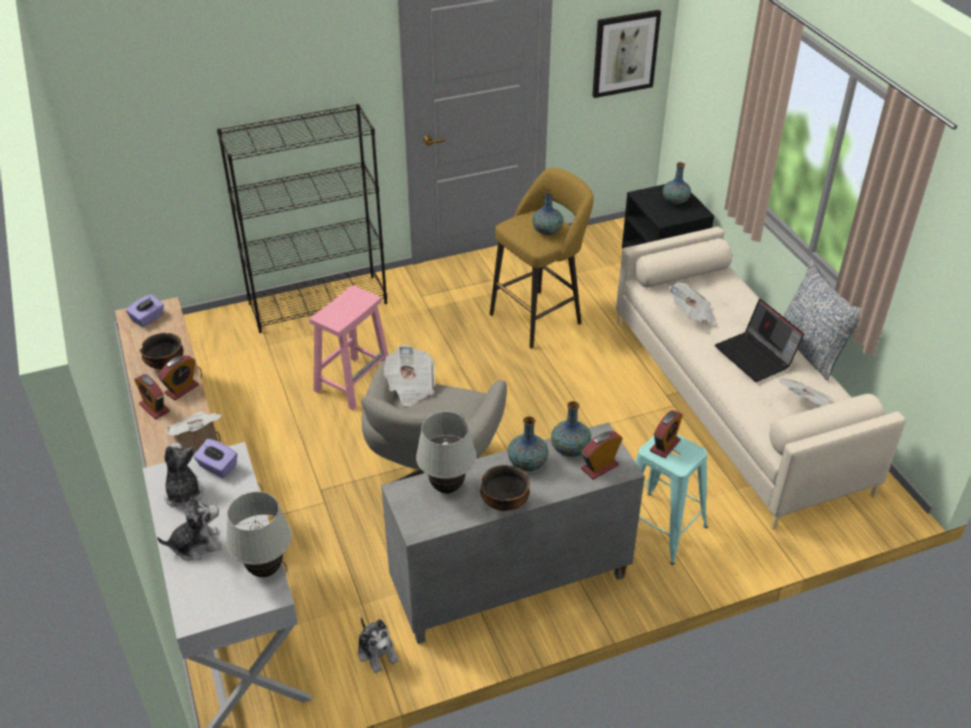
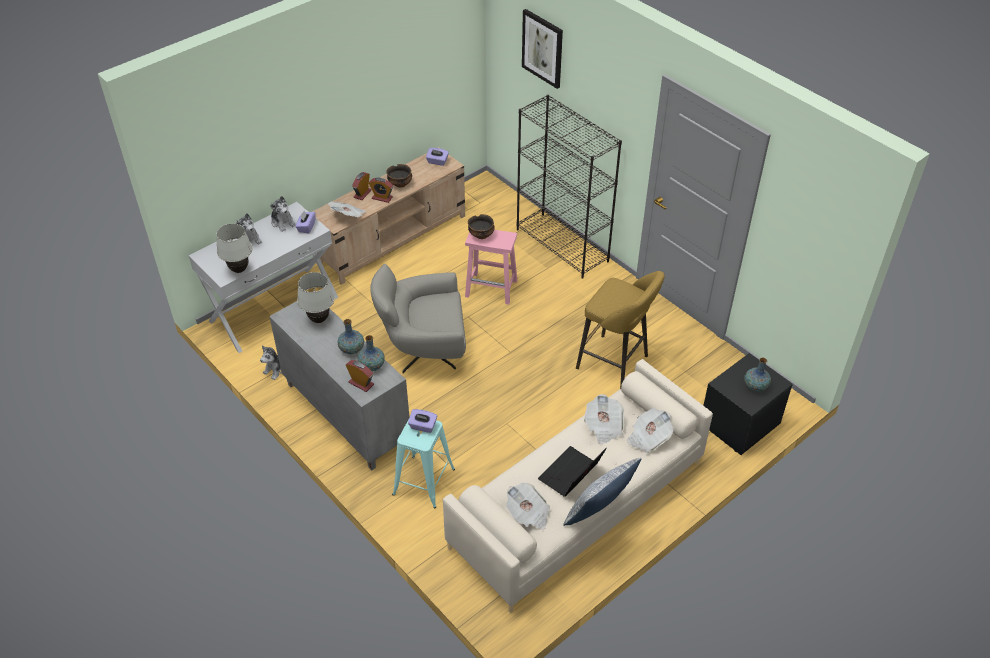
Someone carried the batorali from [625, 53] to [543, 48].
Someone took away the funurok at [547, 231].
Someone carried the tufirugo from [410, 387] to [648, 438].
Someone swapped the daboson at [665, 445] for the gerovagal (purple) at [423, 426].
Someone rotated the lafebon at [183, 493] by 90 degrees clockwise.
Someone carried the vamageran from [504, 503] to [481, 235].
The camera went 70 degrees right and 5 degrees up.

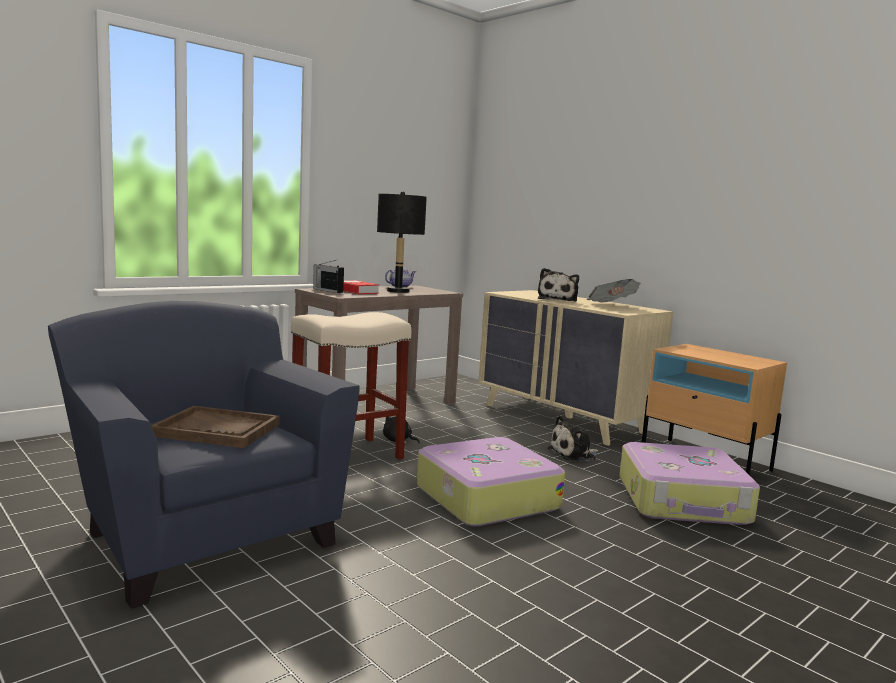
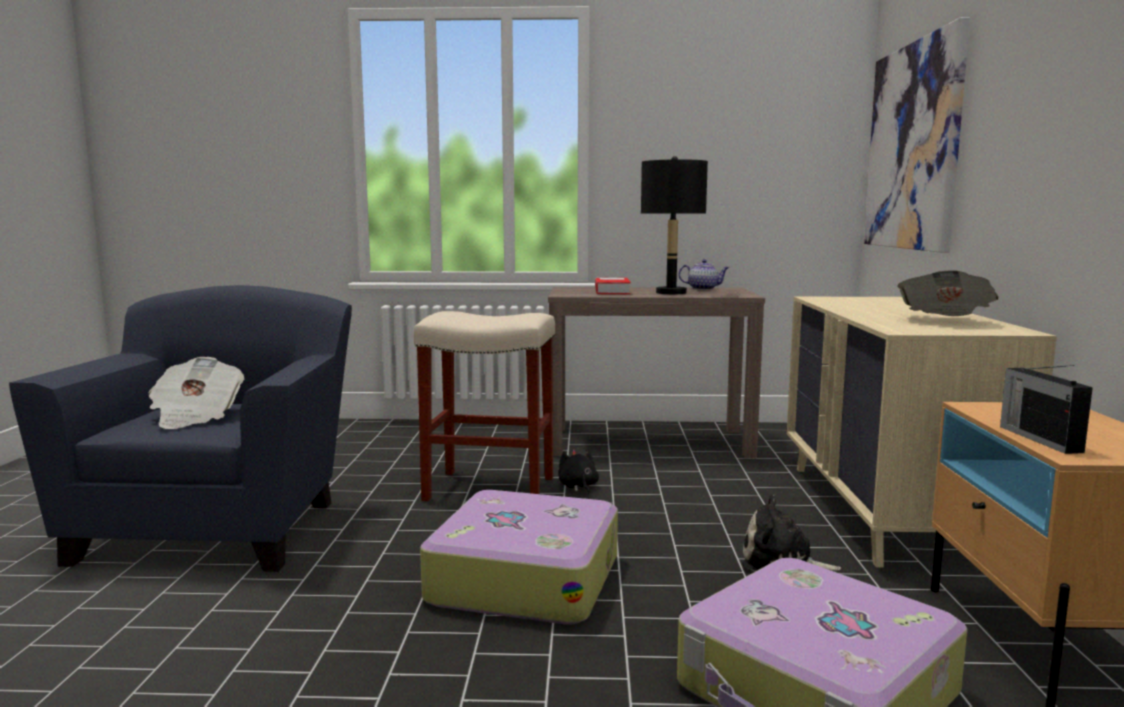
Someone carried the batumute from [327, 290] to [1038, 438].
Someone took away the lafebon at [558, 300].
Someone swapped the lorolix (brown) at [217, 430] for the tufirugo at [196, 416].
Someone put up the batorali at [913, 147].
The camera went 45 degrees right and 0 degrees up.

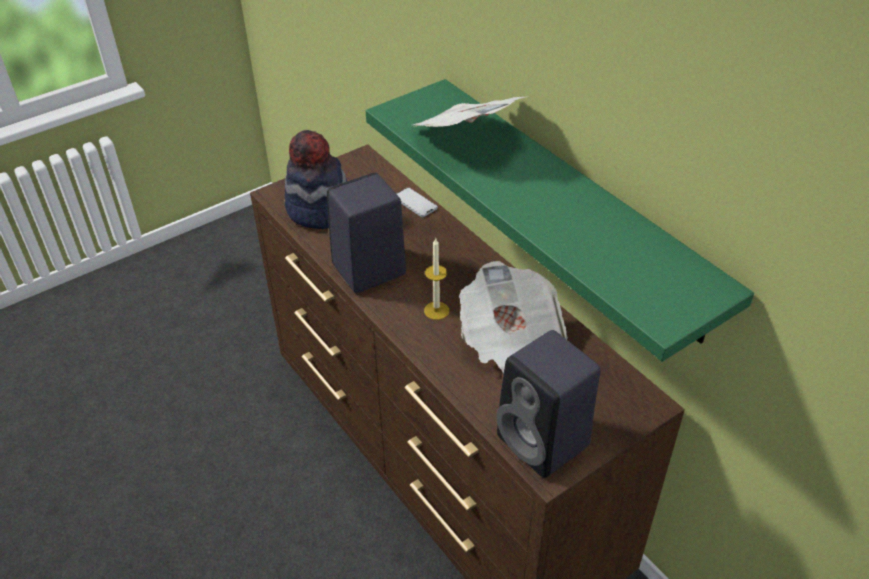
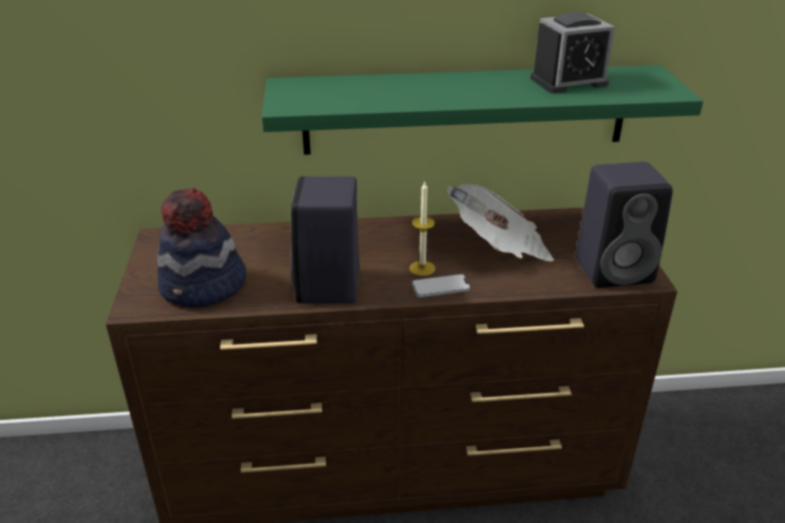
Someone took away the tufirugo at [467, 137].
Someone carried the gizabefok from [415, 203] to [440, 287].
Someone put down the daboson at [569, 81].
The camera went 60 degrees left and 10 degrees down.

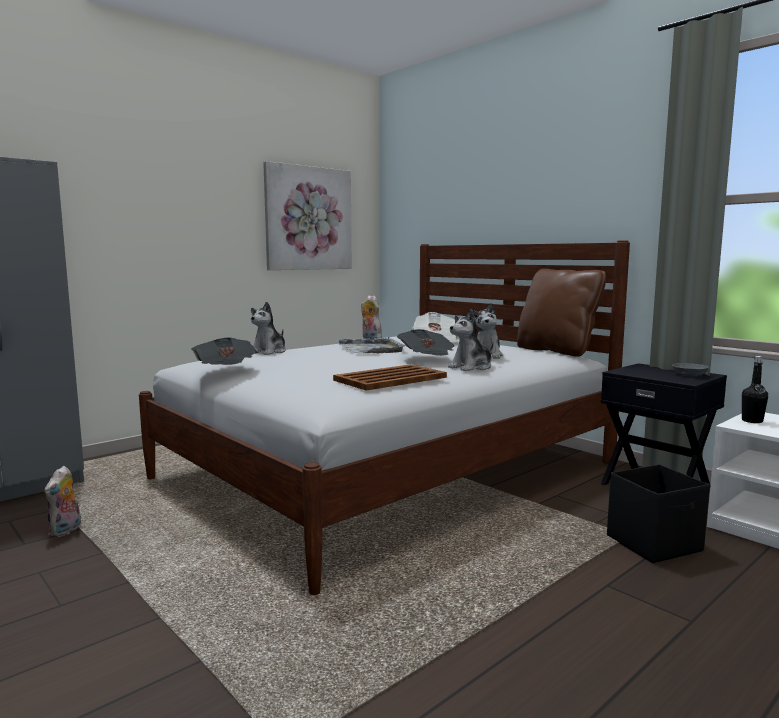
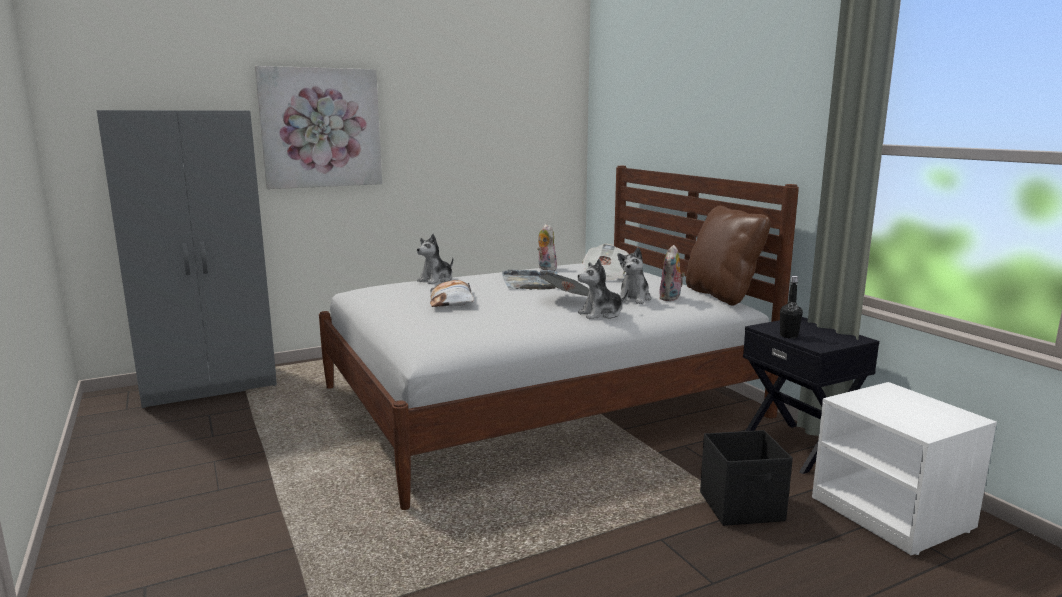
Someone carried the batorali from [308, 218] to [321, 128].
Someone took away the tufirugo at [226, 370].
Someone carried the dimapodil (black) from [752, 421] to [788, 336].
Someone took away the vamageran (grey) at [689, 374].
Someone took away the lorolix (brown) at [391, 379].
Someone carried the lafebon from [66, 531] to [671, 298].
Someone put down the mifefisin at [452, 301].
The camera went 15 degrees right and 5 degrees up.

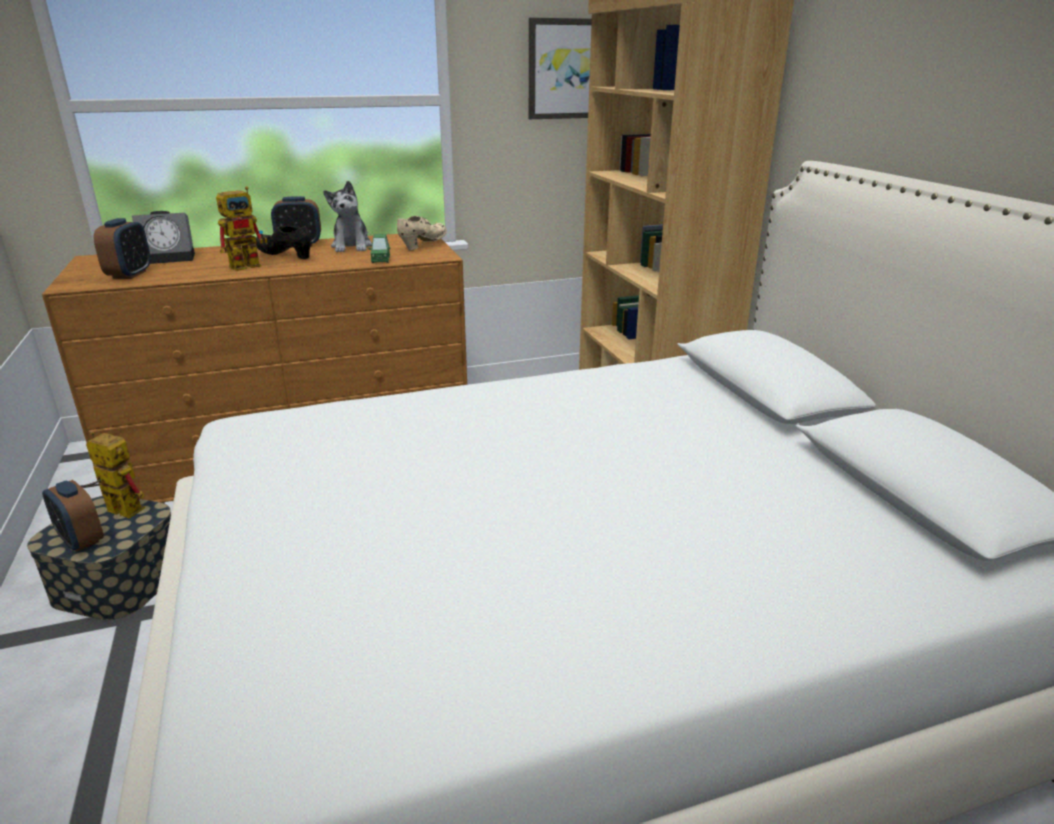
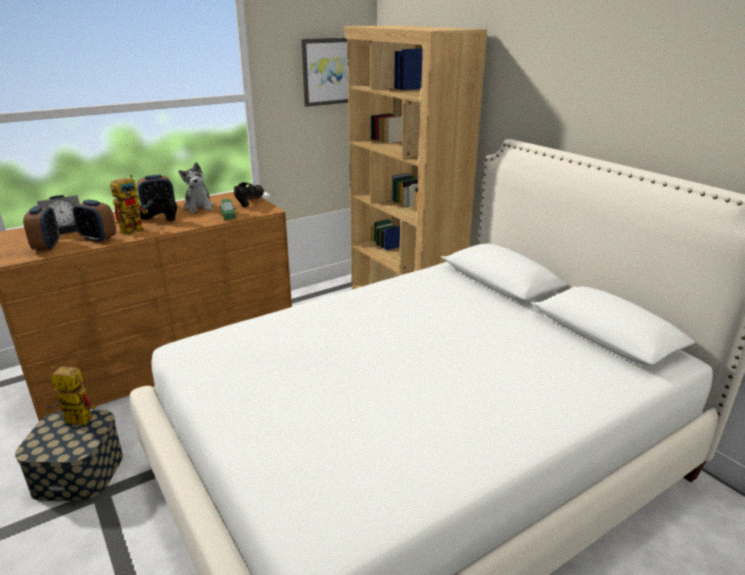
Someone repainted the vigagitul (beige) at [423, 245], which became the vigagitul (black) at [250, 202].
Someone carried the daboson from [81, 540] to [98, 238].
The camera went 15 degrees left and 0 degrees up.

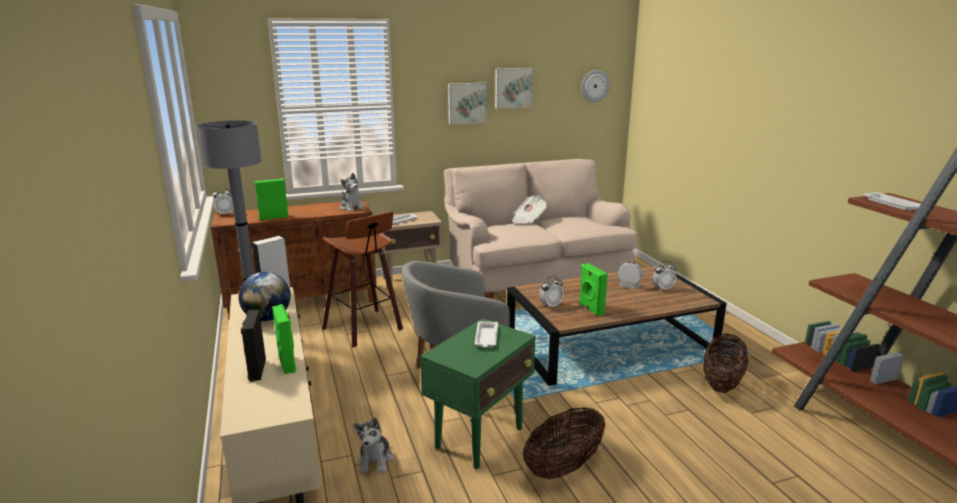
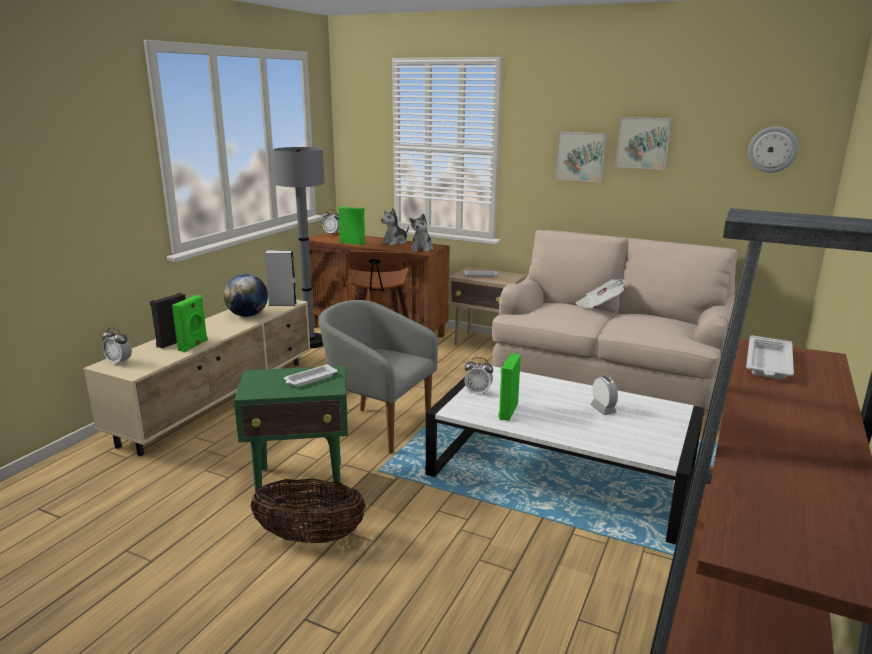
Someone carried the daboson from [662, 288] to [119, 362].
Someone repainted the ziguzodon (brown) at [610, 343], which became the ziguzodon (white) at [562, 472].
Someone took away the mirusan at [721, 383].
Someone carried the lafebon from [375, 460] to [395, 242].
The camera went 45 degrees right and 0 degrees up.

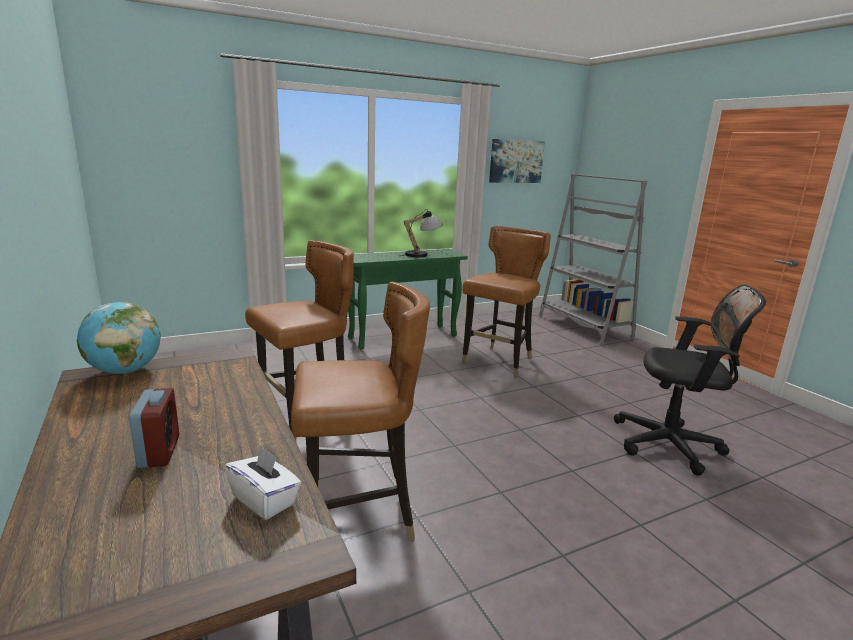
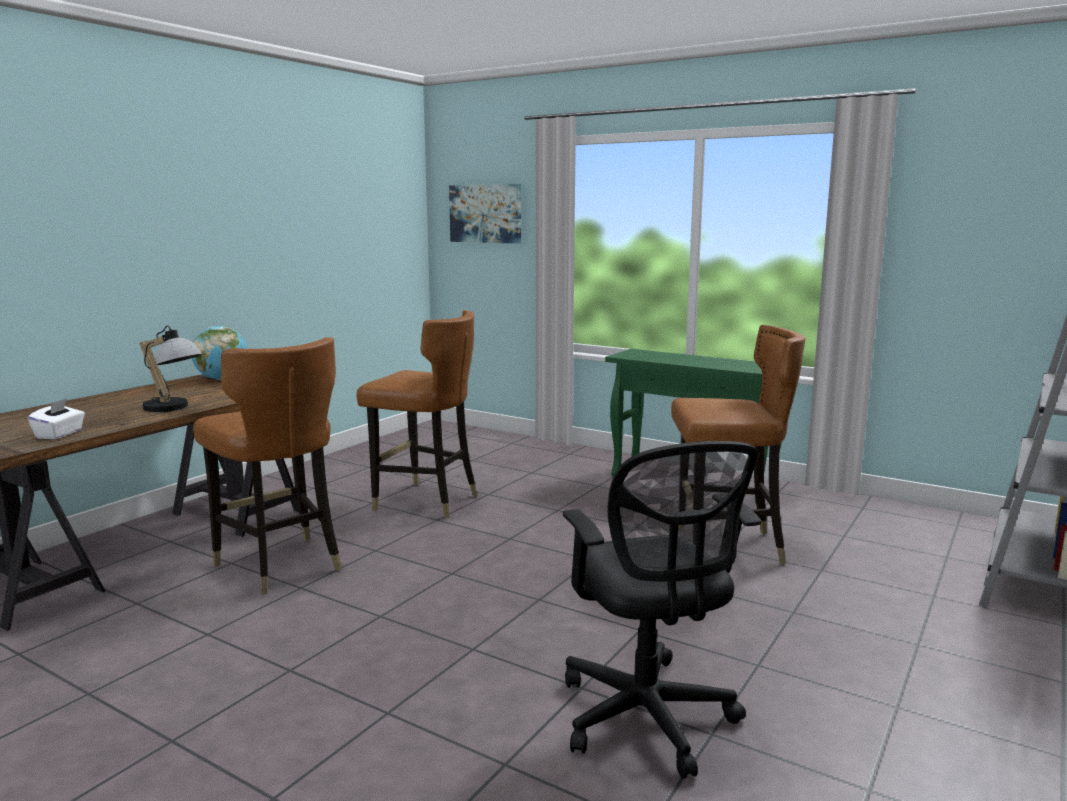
Someone carried the batorali from [516, 161] to [485, 213].
Someone carried the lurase from [422, 254] to [173, 408].
Someone took away the daboson at [159, 452].
The camera went 60 degrees right and 5 degrees down.

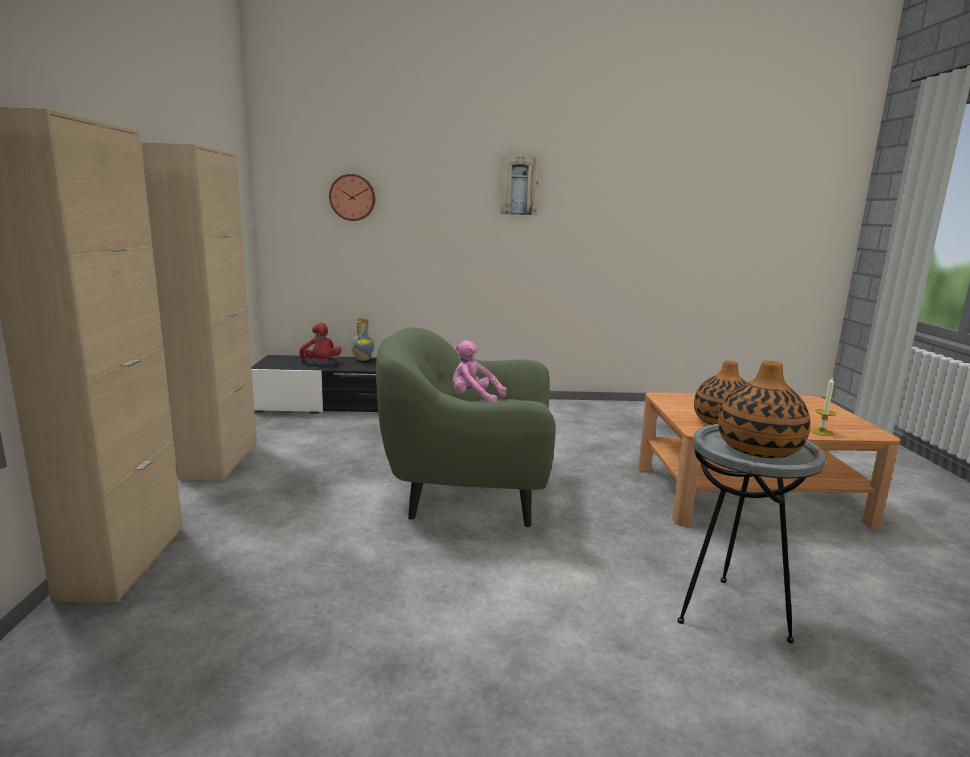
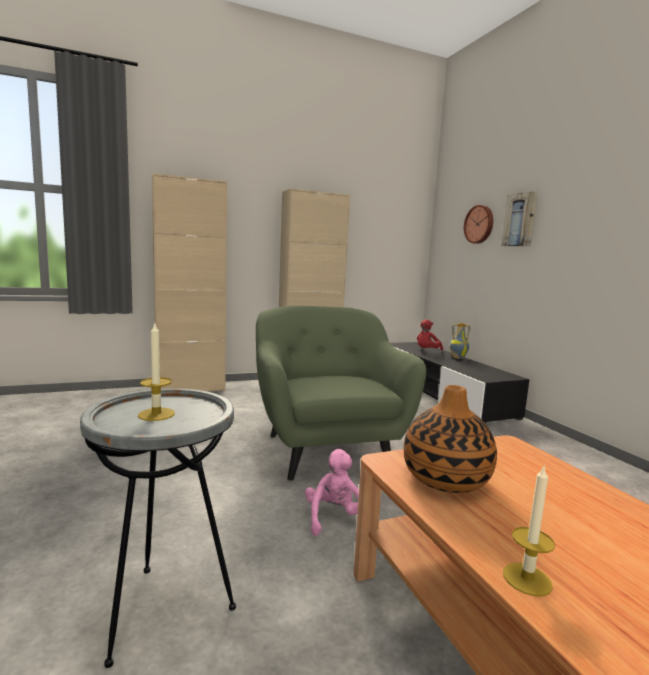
Someone carried the batorali from [519, 186] to [520, 220].
Someone carried the lafebon (pink) from [474, 399] to [334, 519].
Someone swapped the funurok at [758, 449] for the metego at [156, 414].
The camera went 70 degrees right and 5 degrees down.

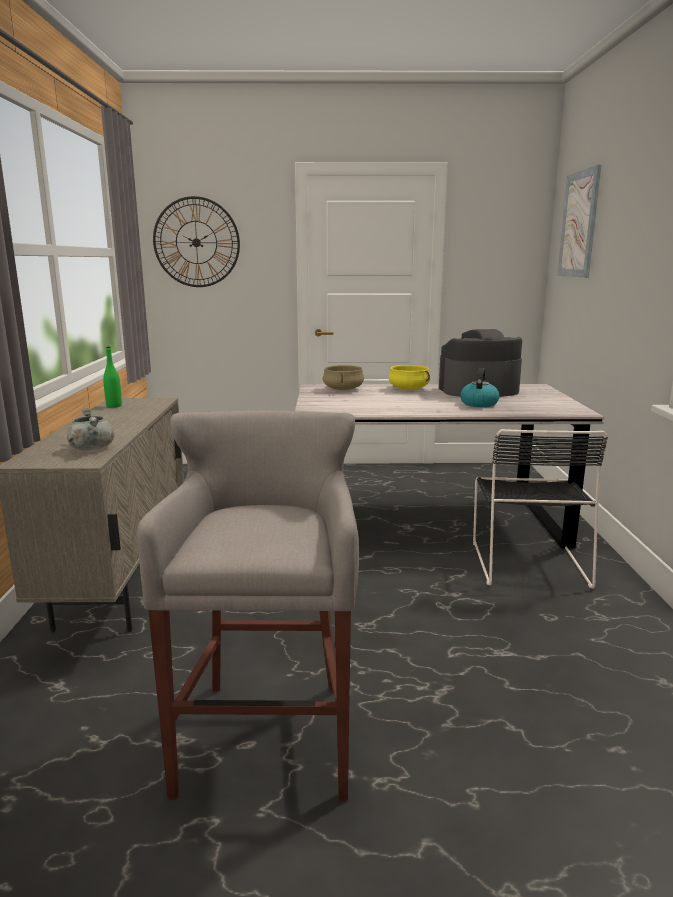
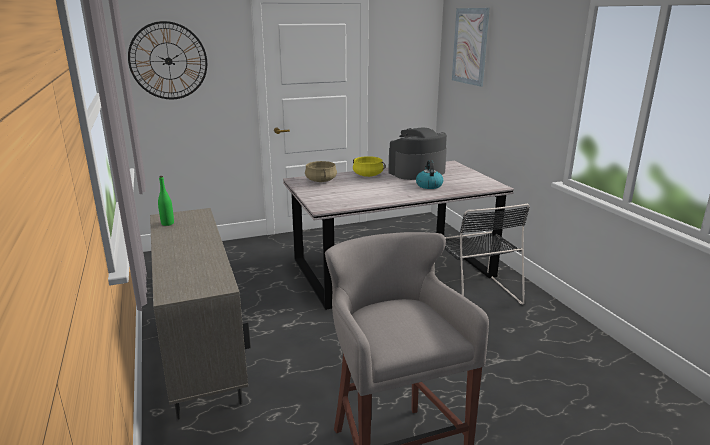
Someone took away the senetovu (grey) at [91, 448].
The camera went 20 degrees left and 5 degrees up.

